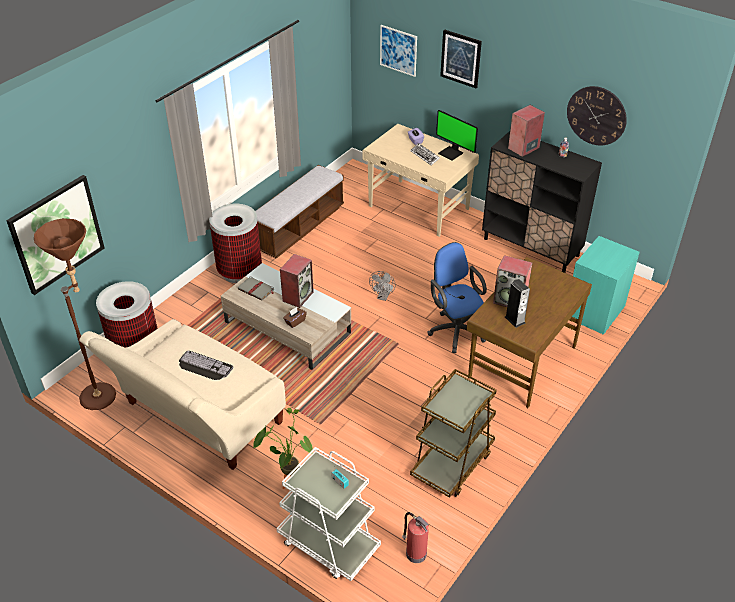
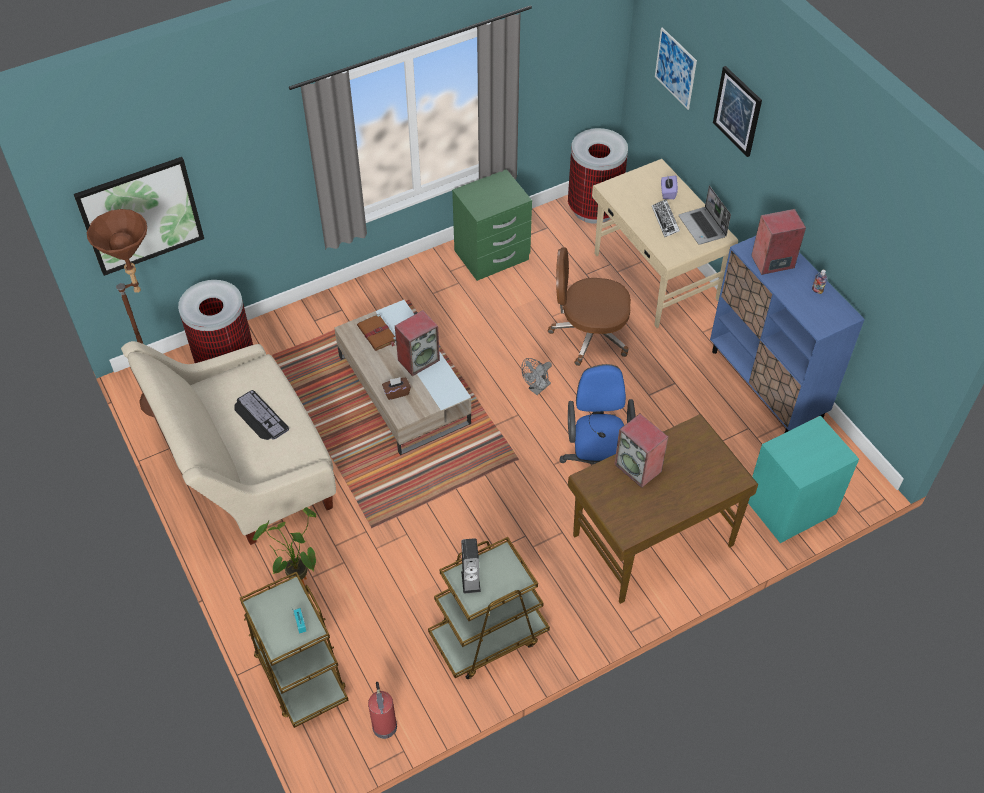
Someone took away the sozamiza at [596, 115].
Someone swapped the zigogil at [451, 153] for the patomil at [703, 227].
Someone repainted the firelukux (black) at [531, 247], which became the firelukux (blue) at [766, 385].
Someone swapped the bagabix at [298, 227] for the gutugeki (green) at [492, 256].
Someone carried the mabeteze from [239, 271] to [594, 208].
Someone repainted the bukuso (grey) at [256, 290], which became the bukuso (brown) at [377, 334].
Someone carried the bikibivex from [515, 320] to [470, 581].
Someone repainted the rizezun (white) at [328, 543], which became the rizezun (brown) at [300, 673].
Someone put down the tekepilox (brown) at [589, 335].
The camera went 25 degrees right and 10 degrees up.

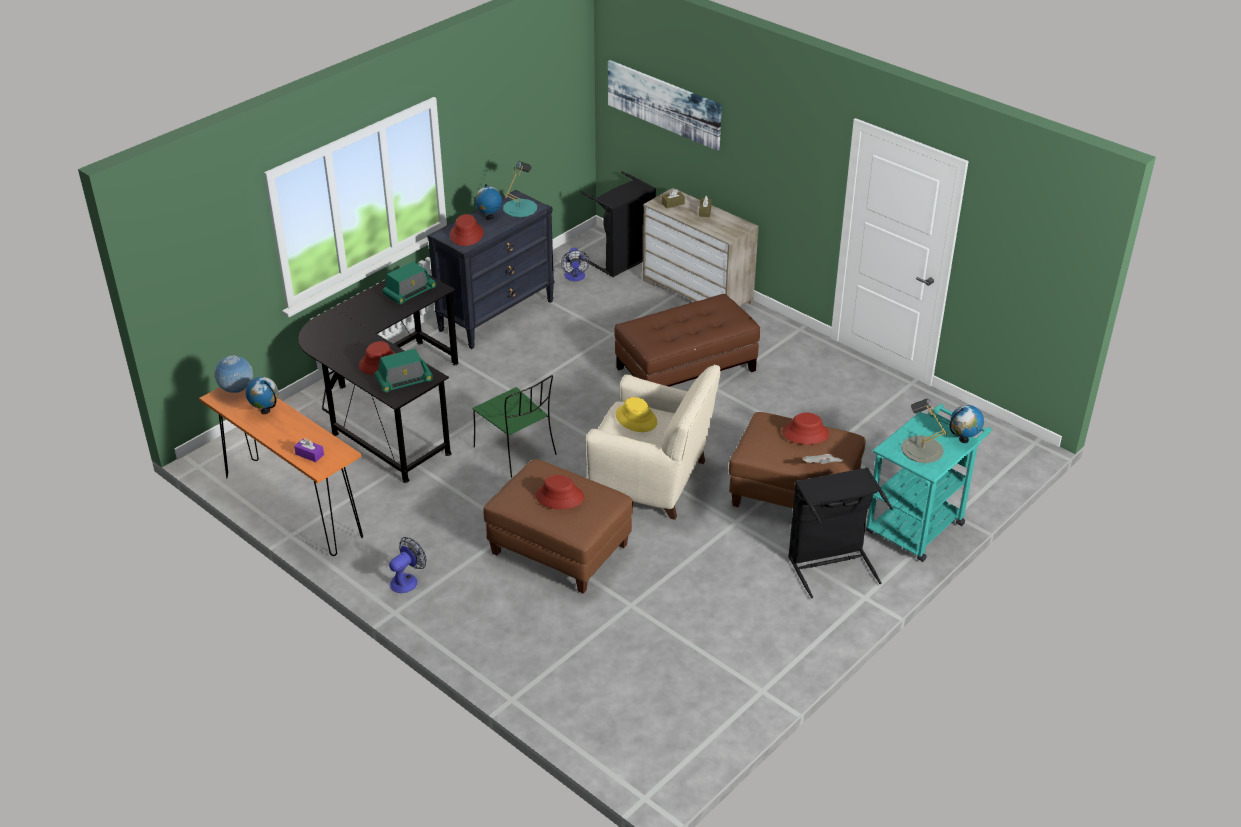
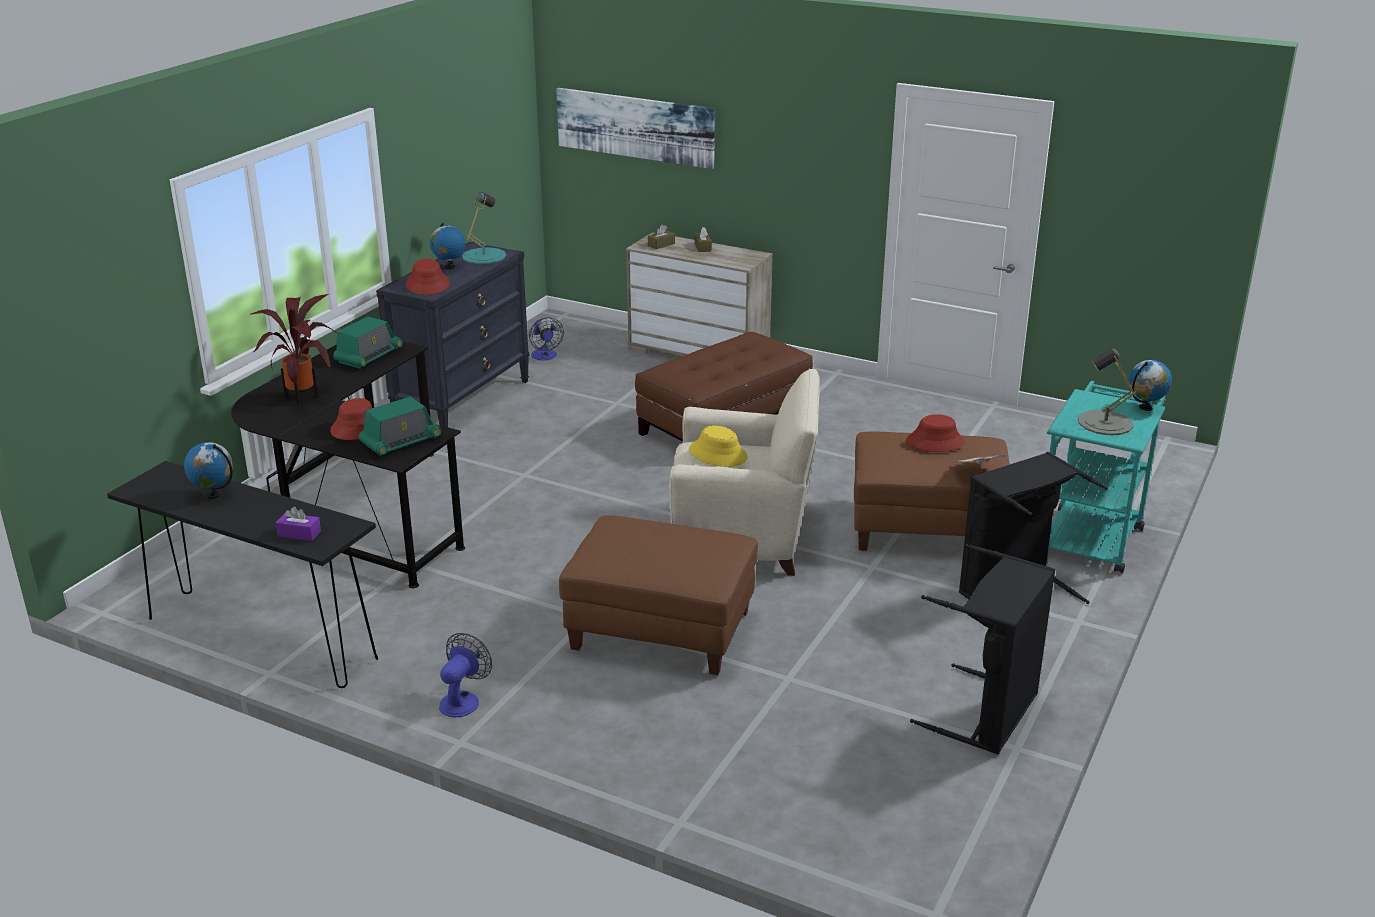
Someone carried the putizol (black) from [622, 261] to [988, 714].
Someone took away the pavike at [237, 390].
Someone took away the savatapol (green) at [516, 452].
Someone repainted the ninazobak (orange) at [293, 506], which became the ninazobak (black) at [261, 639].
Someone took away the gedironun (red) at [559, 497].
Someone put down the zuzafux at [305, 396].
The camera went 15 degrees left and 10 degrees down.

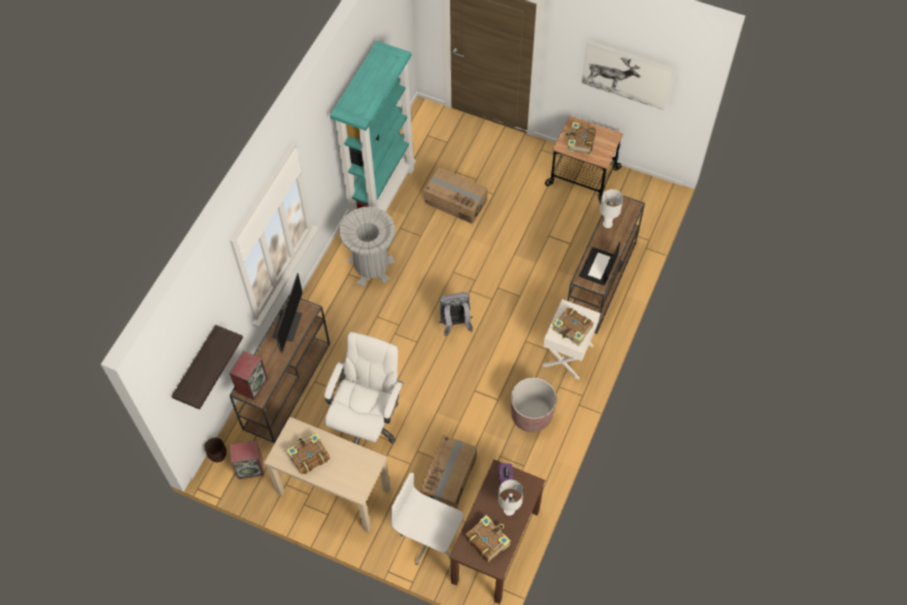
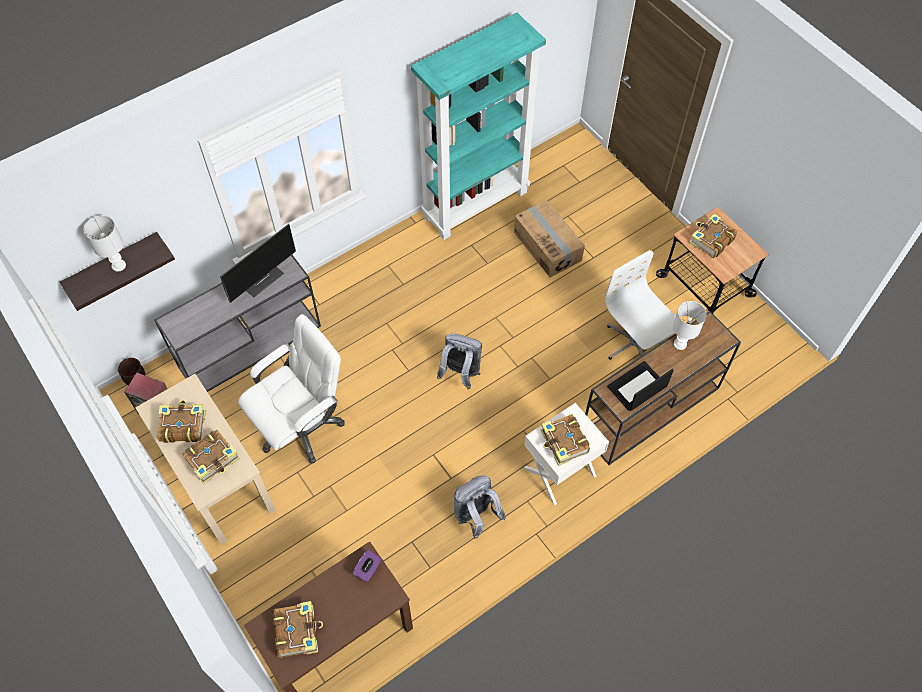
Someone took away the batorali at [626, 74].
Someone took away the mabeteze (grey) at [371, 266].
Someone repainted the ninazobak (brown) at [287, 384], which became the ninazobak (grey) at [251, 345].
Someone took away the bikibivex at [252, 384].
Someone swapped the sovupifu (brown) at [531, 415] for the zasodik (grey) at [476, 516].
Someone took away the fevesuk at [449, 478].
Someone carried the tekepilox (white) from [430, 539] to [634, 344].
Someone carried the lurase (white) from [509, 510] to [119, 265].
Someone put down the bukuso at [213, 459].
The camera went 30 degrees right and 0 degrees up.

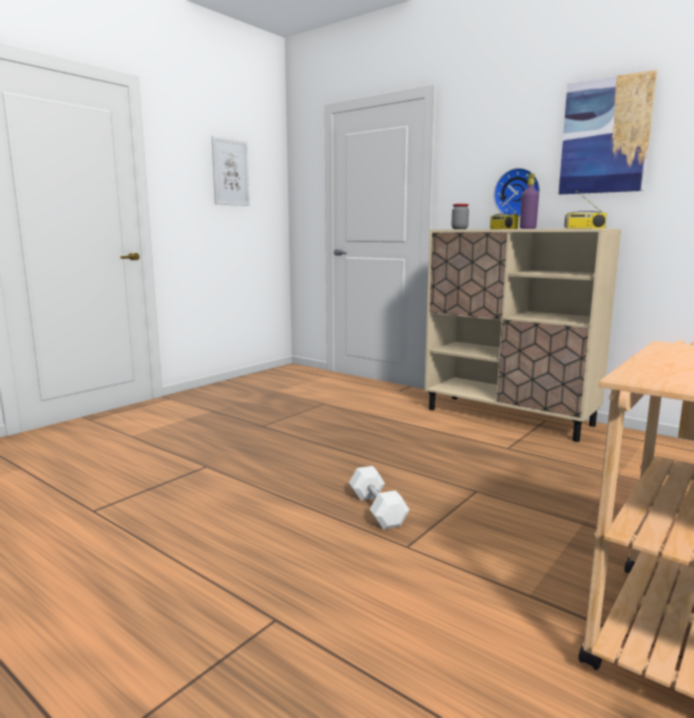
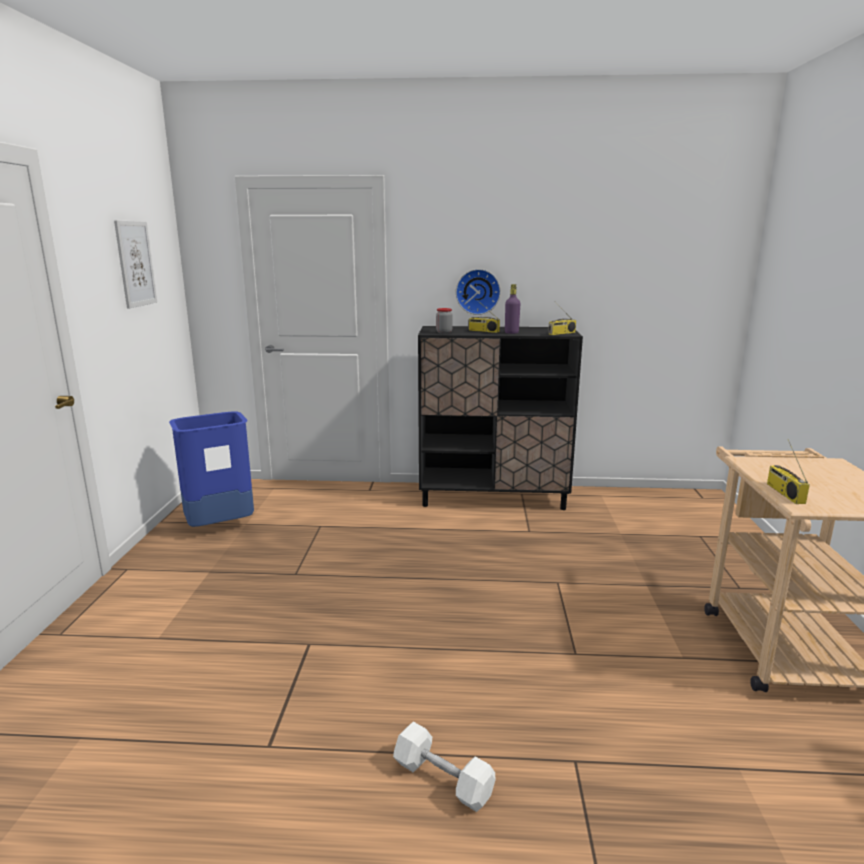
Someone took away the batorali at [605, 136].
Someone repainted the firelukux (beige) at [509, 417], which became the firelukux (black) at [493, 497].
Someone carried the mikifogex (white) from [377, 509] to [443, 779].
Someone put down the mabeteze (blue) at [220, 526].
Someone put down the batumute at [784, 493].
The camera went 35 degrees left and 5 degrees up.

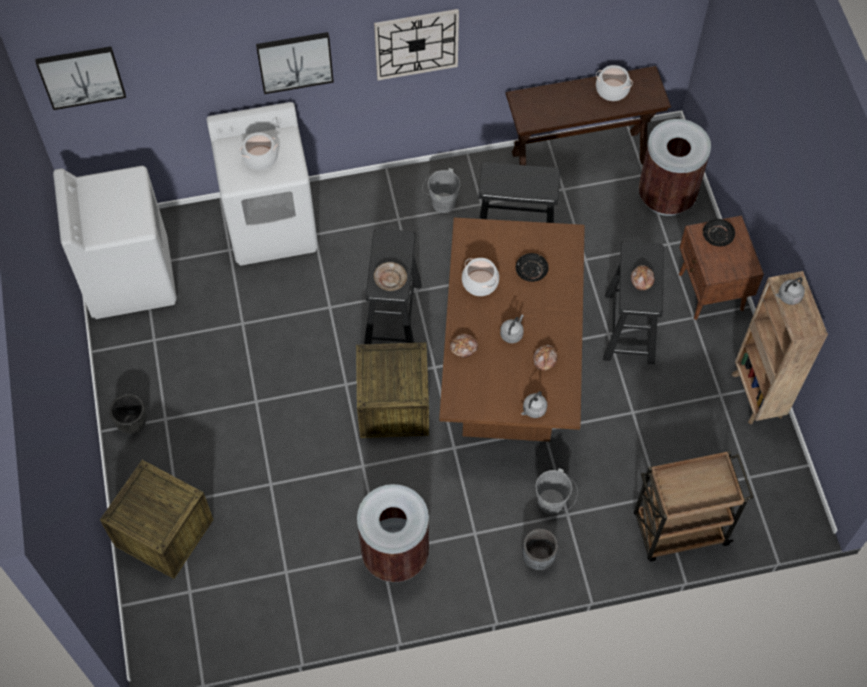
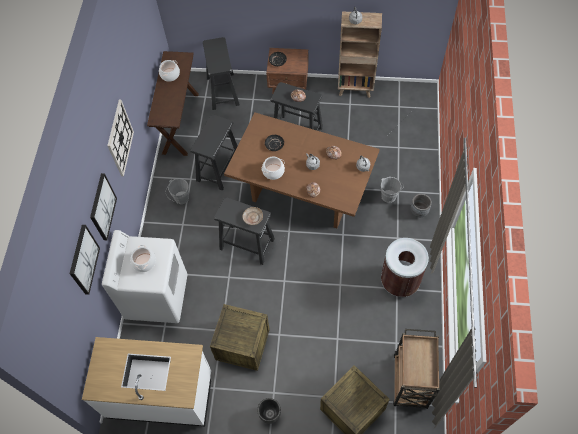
Someone carried the batorali from [81, 76] to [83, 260].
Someone swapped the mabeteze (brown) at [666, 196] for the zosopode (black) at [223, 91].
Someone swapped the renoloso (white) at [130, 277] for the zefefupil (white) at [160, 394].
Someone carried the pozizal from [393, 405] to [242, 344].
Someone carried the rizezun (brown) from [678, 530] to [410, 382].
The camera went 70 degrees left and 0 degrees up.

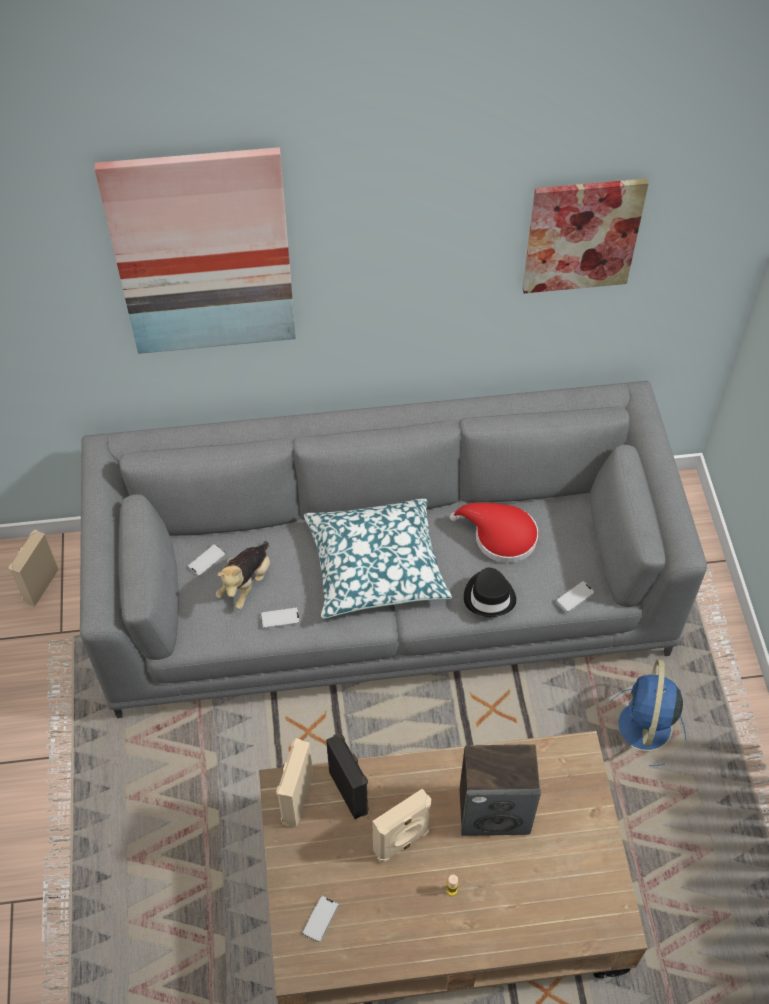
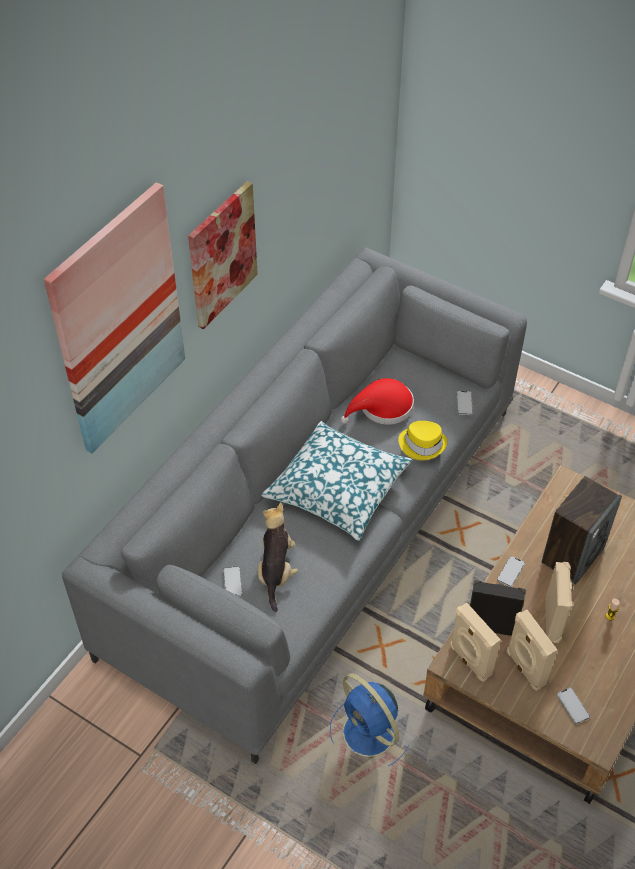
Someone carried the batorali from [582, 235] to [222, 255].
Someone carried the bikibivex (beige) from [40, 585] to [524, 668].
Someone rotated the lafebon at [246, 583] by 150 degrees counterclockwise.
Someone repainted the gedironun (black) at [489, 596], which became the gedironun (yellow) at [422, 444].
Someone carried the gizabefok from [280, 618] to [510, 572].
Someone carried the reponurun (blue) from [644, 728] to [370, 734].
The camera went 50 degrees left and 5 degrees down.

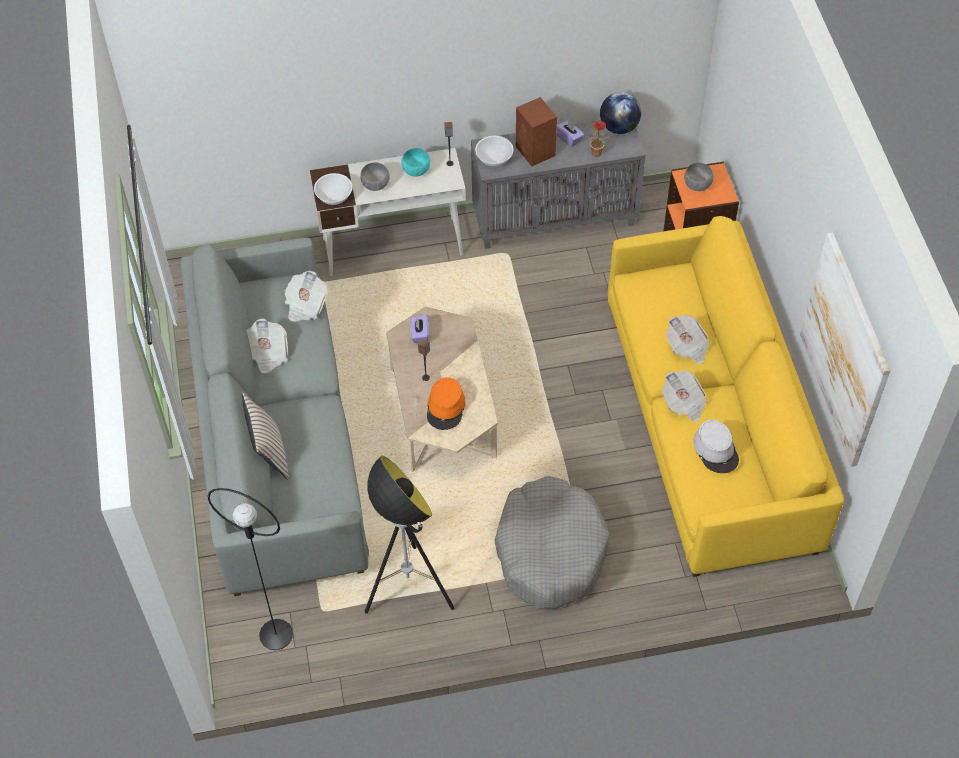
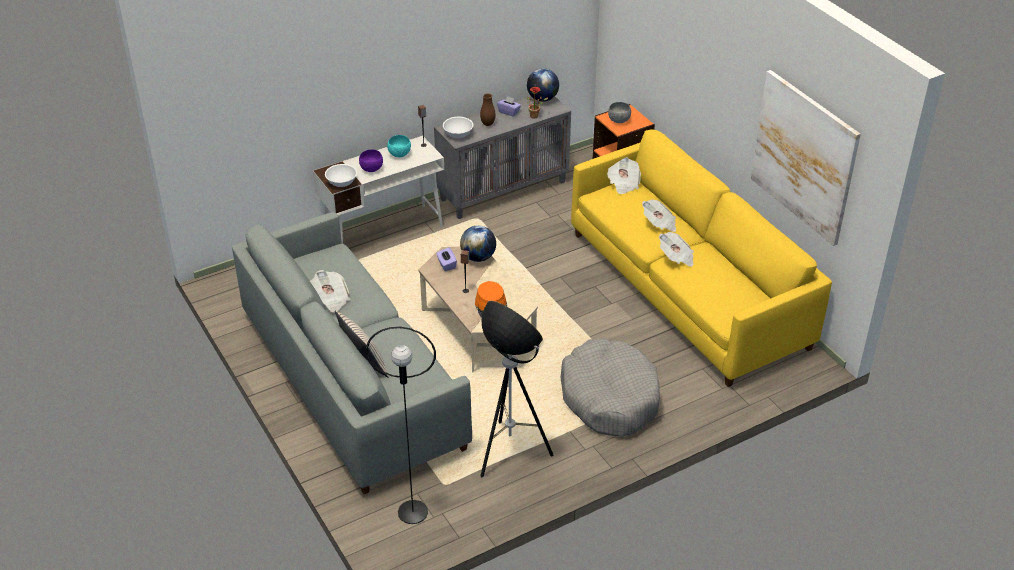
Someone swapped the bikibivex (brown) at [536, 151] for the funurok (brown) at [487, 124].
Someone repainted the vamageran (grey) at [376, 185], which became the vamageran (purple) at [372, 169].
Someone carried the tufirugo from [305, 305] to [623, 183].
Someone took away the gedironun (grey) at [716, 450].
Someone put down the pavike at [478, 257].
The camera went 20 degrees left and 15 degrees down.

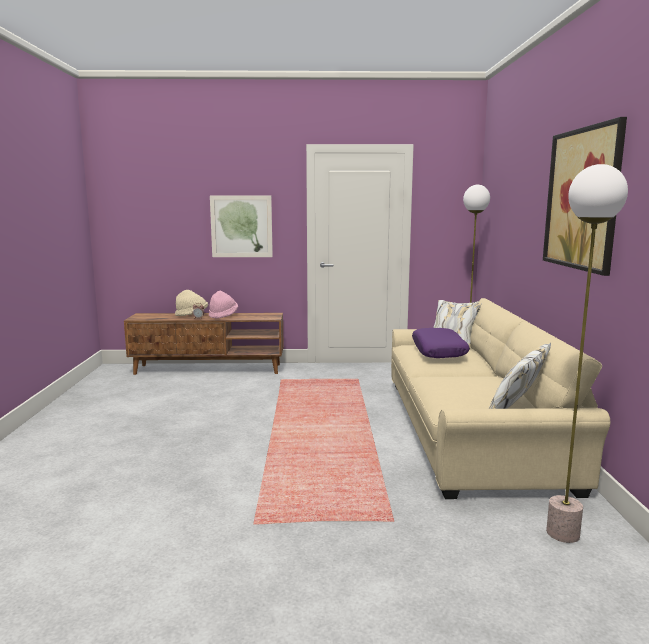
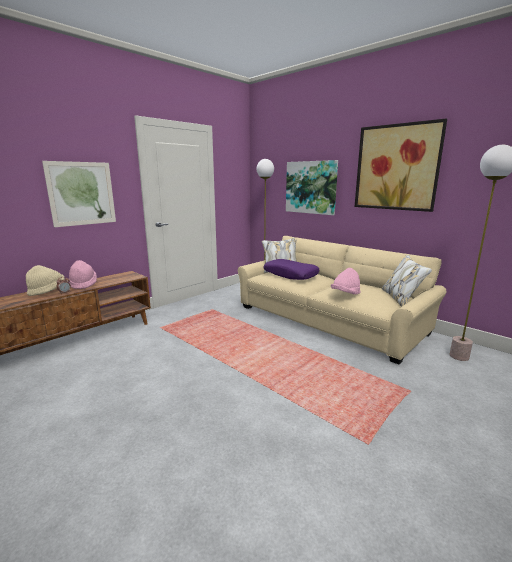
Someone put up the batorali at [311, 187].
Someone put down the gedironun (pink) at [345, 294].
The camera went 45 degrees left and 5 degrees up.

